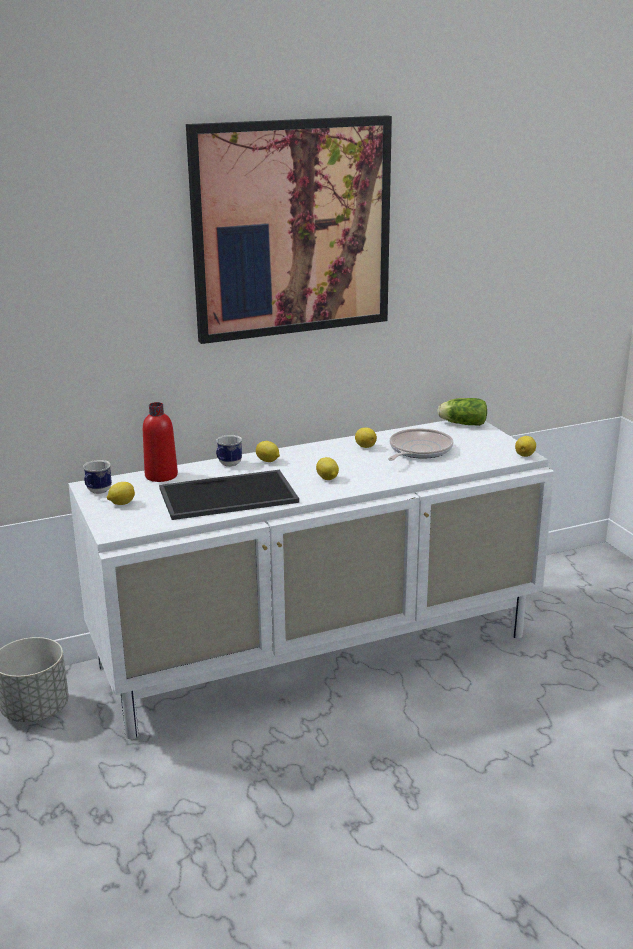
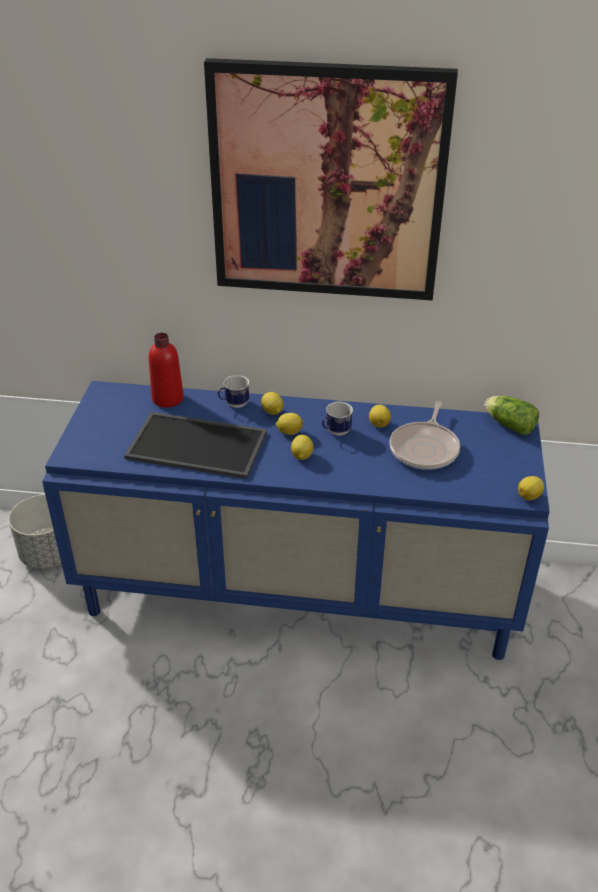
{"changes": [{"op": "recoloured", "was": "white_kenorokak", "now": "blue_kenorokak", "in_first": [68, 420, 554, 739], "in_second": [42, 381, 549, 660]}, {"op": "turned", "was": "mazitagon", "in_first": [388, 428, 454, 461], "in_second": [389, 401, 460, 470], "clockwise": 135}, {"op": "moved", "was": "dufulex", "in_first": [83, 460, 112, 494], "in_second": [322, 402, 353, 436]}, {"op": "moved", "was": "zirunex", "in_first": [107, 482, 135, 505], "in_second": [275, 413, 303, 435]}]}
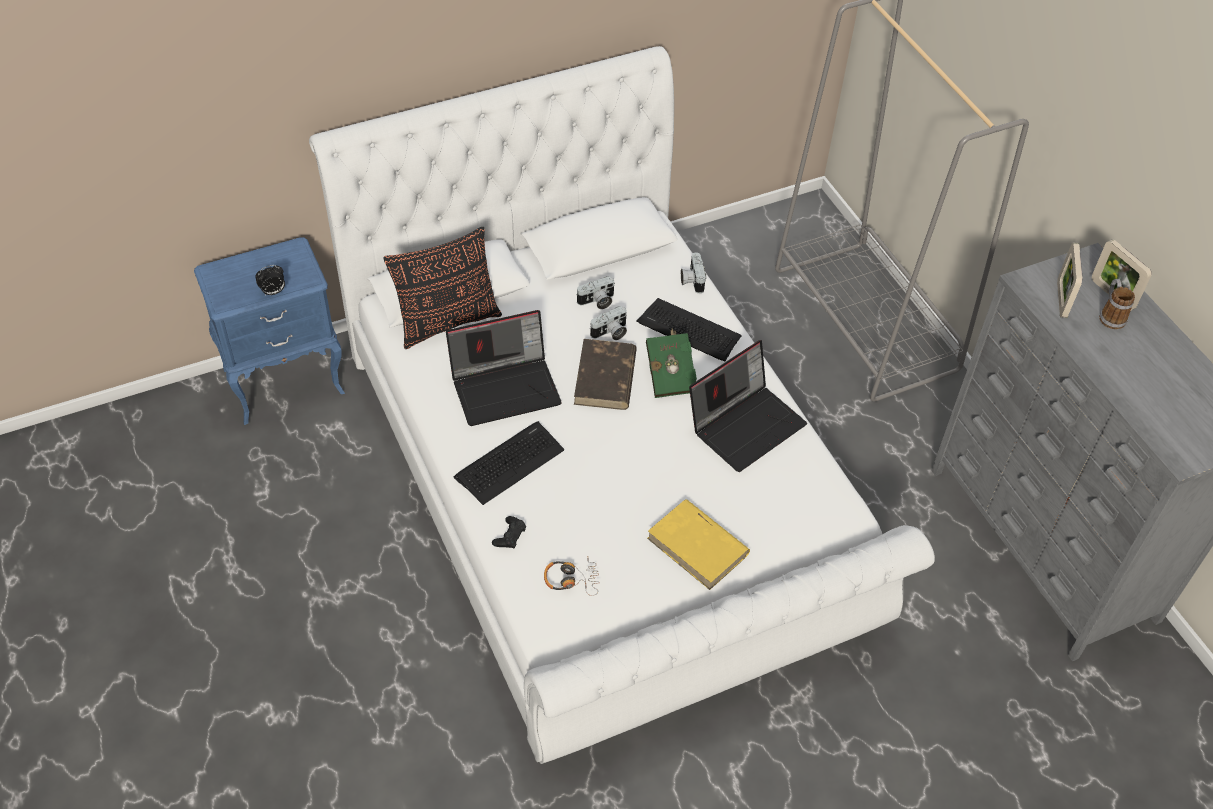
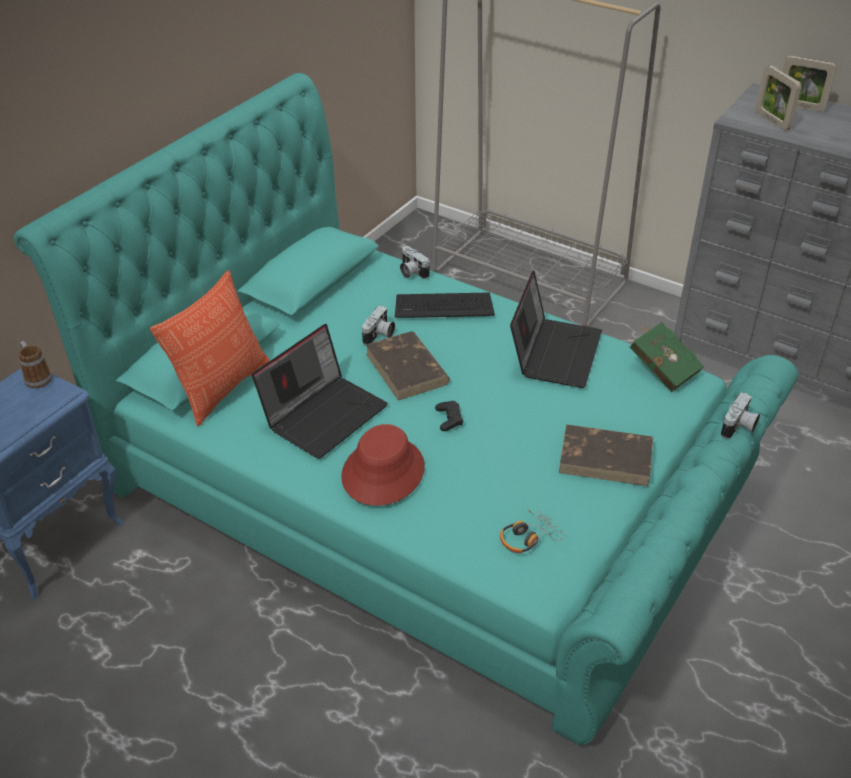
{"changes": [{"op": "recoloured", "was": "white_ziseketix", "now": "turquoise_ziseketix", "in_first": [309, 46, 935, 764], "in_second": [14, 73, 798, 745]}, {"op": "recoloured", "was": "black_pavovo", "now": "orange_pavovo", "in_first": [384, 227, 502, 349], "in_second": [150, 270, 270, 426]}, {"op": "removed", "was": "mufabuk", "in_first": [255, 265, 285, 296]}, {"op": "moved", "was": "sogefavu", "in_first": [576, 276, 614, 309], "in_second": [721, 393, 760, 439]}, {"op": "moved", "was": "dufulex", "in_first": [1099, 279, 1135, 329], "in_second": [19, 341, 52, 388]}, {"op": "moved", "was": "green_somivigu", "in_first": [646, 328, 697, 398], "in_second": [629, 322, 704, 392]}, {"op": "replaced", "was": "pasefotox", "now": "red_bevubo", "in_first": [453, 421, 564, 505], "in_second": [341, 424, 425, 506]}, {"op": "recoloured", "was": "yellow_somivigu", "now": "brown_somivigu", "in_first": [647, 499, 750, 590], "in_second": [559, 424, 653, 486]}, {"op": "moved", "was": "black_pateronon", "in_first": [492, 516, 526, 549], "in_second": [435, 401, 463, 431]}]}
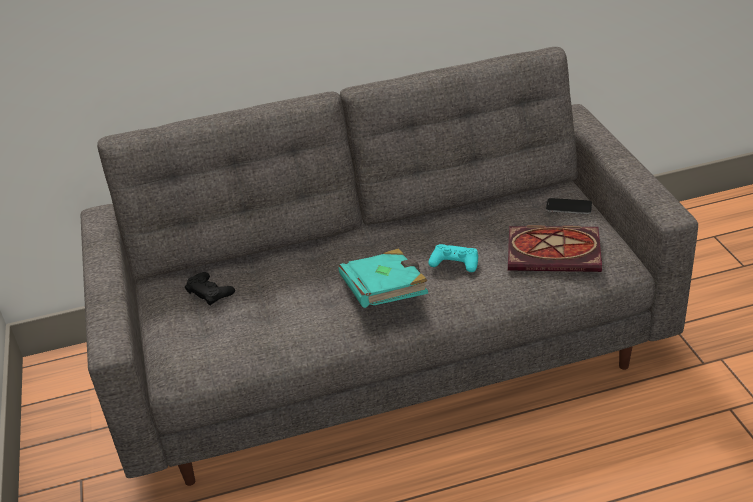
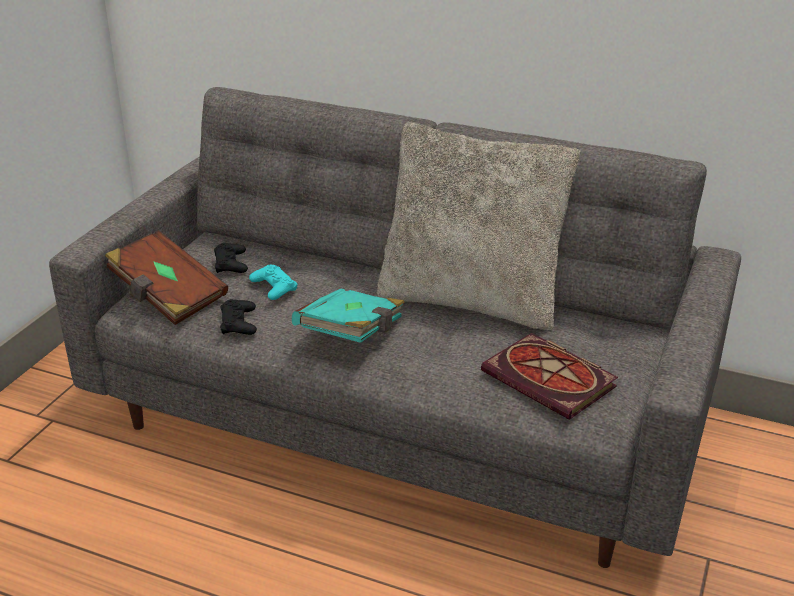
{"changes": [{"op": "removed", "was": "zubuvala", "in_first": [546, 198, 592, 214]}, {"op": "moved", "was": "turquoise_pateronon", "in_first": [428, 244, 478, 272], "in_second": [249, 265, 298, 300]}, {"op": "added", "now": "beige_pavovo", "in_second": [377, 122, 581, 330]}, {"op": "added", "now": "brown_somivigu", "in_second": [105, 230, 228, 325]}, {"op": "added", "now": "black_pateronon", "in_second": [220, 299, 257, 335]}]}
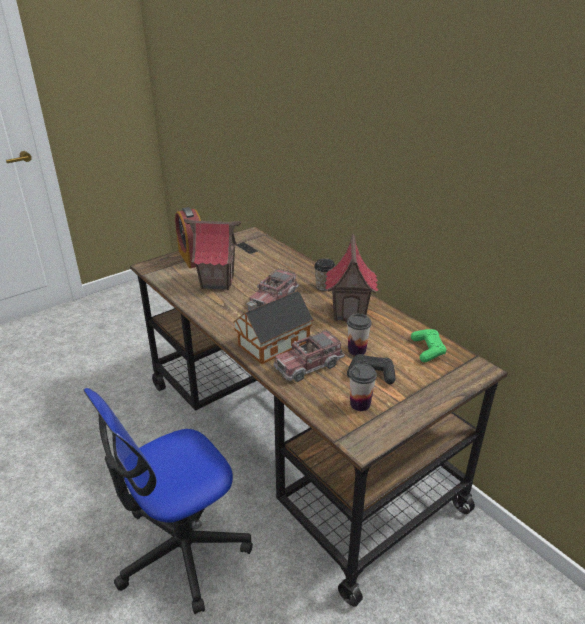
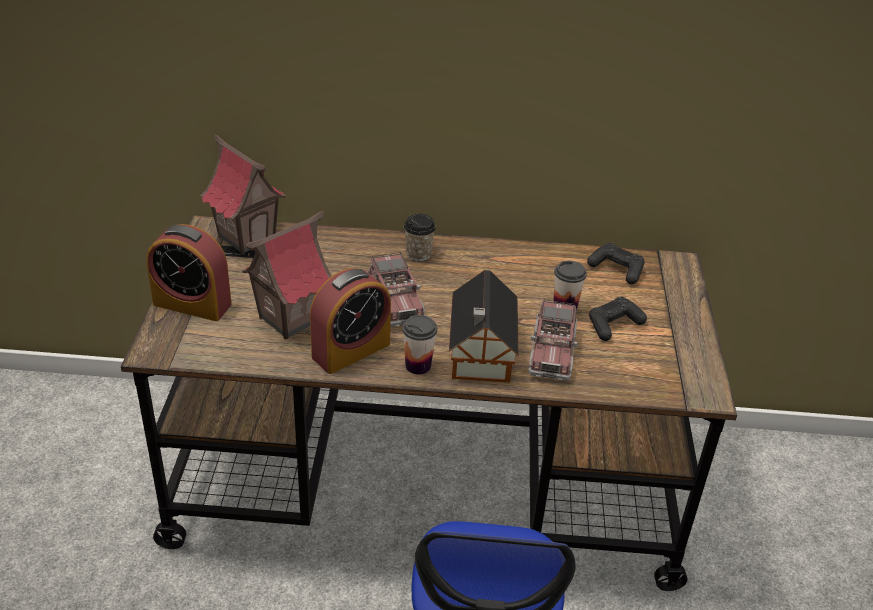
{"changes": [{"op": "moved", "was": "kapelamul", "in_first": [325, 234, 378, 321], "in_second": [200, 135, 286, 255]}, {"op": "recoloured", "was": "green_pateronon", "now": "black_pateronon", "in_first": [411, 329, 446, 362], "in_second": [587, 243, 644, 284]}, {"op": "moved", "was": "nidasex", "in_first": [349, 364, 377, 411], "in_second": [402, 315, 437, 375]}, {"op": "added", "now": "mufabuk", "in_second": [310, 268, 391, 374]}]}
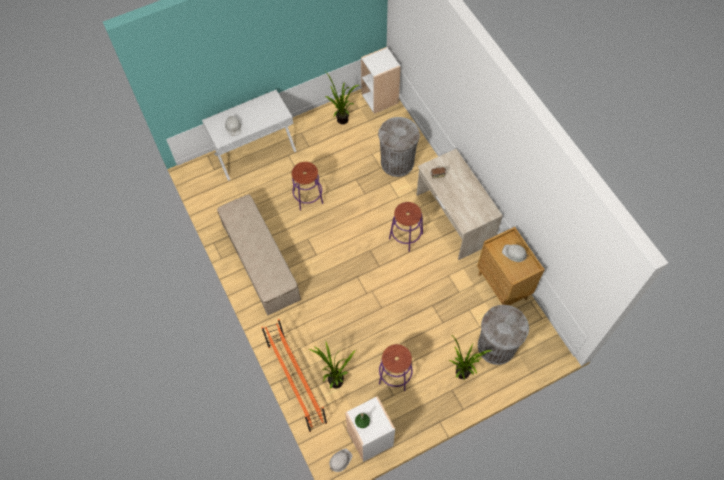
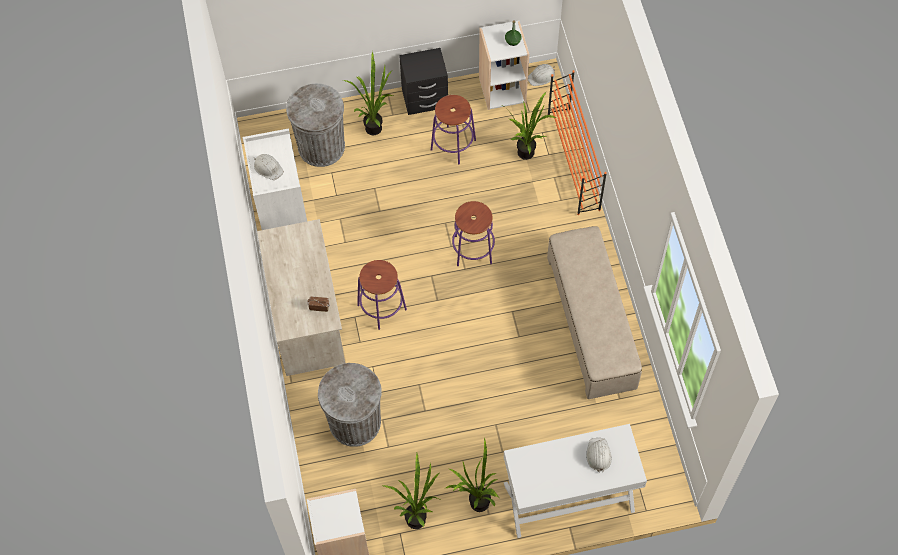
{"changes": [{"op": "moved", "was": "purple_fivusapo", "in_first": [292, 162, 323, 210], "in_second": [452, 201, 495, 266]}, {"op": "recoloured", "was": "brown_kenorokak", "now": "white_kenorokak", "in_first": [477, 227, 545, 305], "in_second": [243, 128, 307, 230]}, {"op": "added", "now": "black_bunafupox", "in_second": [399, 48, 448, 115]}, {"op": "added", "now": "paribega", "in_second": [446, 438, 500, 512]}]}
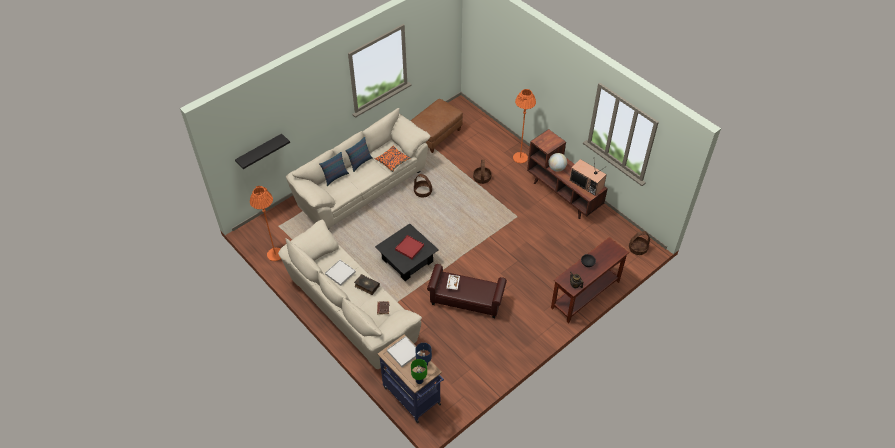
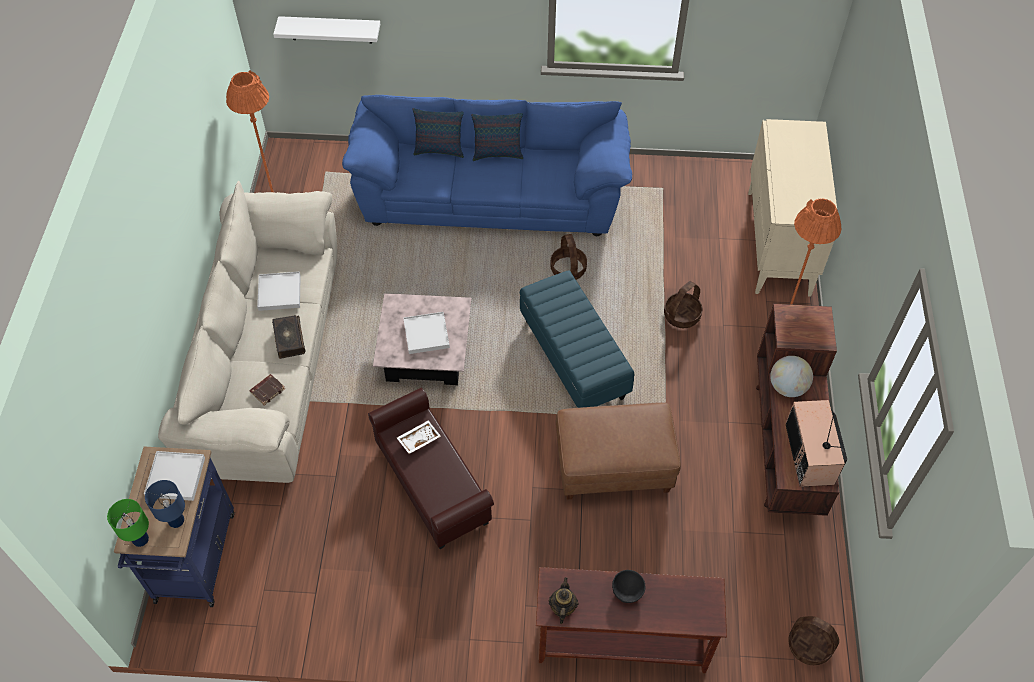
{"changes": [{"op": "moved", "was": "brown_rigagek", "in_first": [411, 99, 463, 153], "in_second": [556, 402, 681, 500]}, {"op": "recoloured", "was": "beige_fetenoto", "now": "blue_fetenoto", "in_first": [286, 108, 431, 230], "in_second": [342, 95, 632, 236]}, {"op": "recoloured", "was": "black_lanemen", "now": "white_lanemen", "in_first": [235, 134, 290, 169], "in_second": [273, 16, 380, 44]}, {"op": "removed", "was": "orange_pavovo", "in_first": [375, 145, 411, 172]}, {"op": "recoloured", "was": "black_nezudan", "now": "pink_nezudan", "in_first": [375, 224, 439, 281], "in_second": [373, 293, 472, 385]}, {"op": "recoloured", "was": "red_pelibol", "now": "white_pelibol", "in_first": [395, 235, 424, 259], "in_second": [403, 312, 450, 354]}, {"op": "added", "now": "beige_kenorokak", "in_second": [748, 119, 837, 297]}, {"op": "added", "now": "blue_rigagek", "in_second": [520, 270, 634, 408]}]}
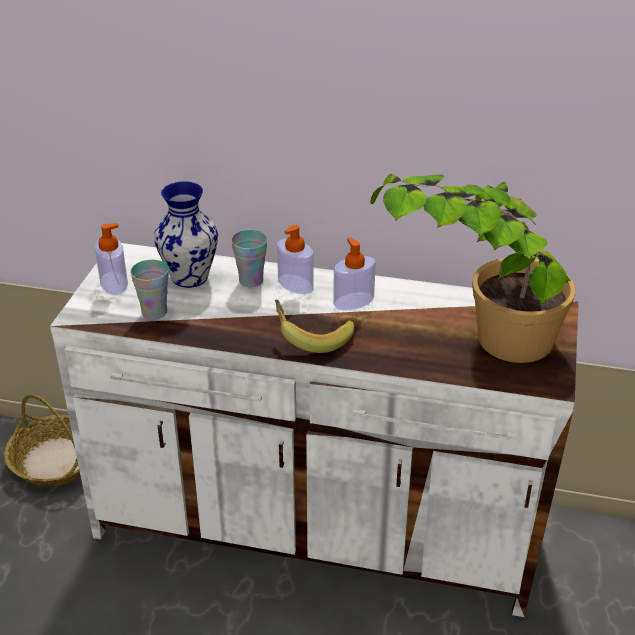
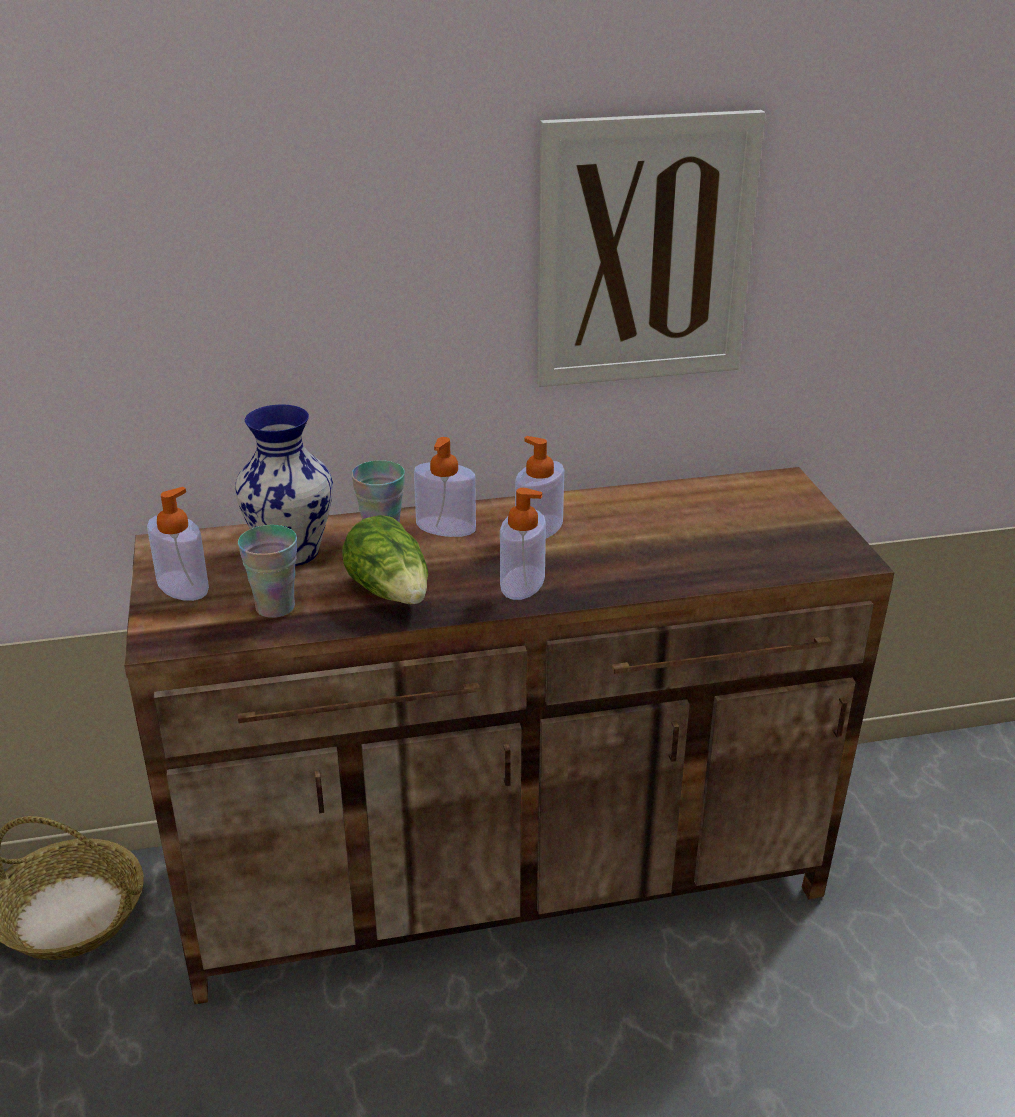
{"changes": [{"op": "removed", "was": "paribega", "in_first": [370, 174, 576, 363]}, {"op": "recoloured", "was": "white_kenorokak", "now": "brown_kenorokak", "in_first": [50, 243, 578, 617], "in_second": [124, 467, 894, 1005]}, {"op": "replaced", "was": "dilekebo", "now": "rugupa", "in_first": [275, 300, 354, 353], "in_second": [500, 488, 546, 600]}, {"op": "added", "now": "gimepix", "in_second": [537, 110, 765, 387]}, {"op": "added", "now": "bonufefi", "in_second": [342, 515, 428, 604]}]}
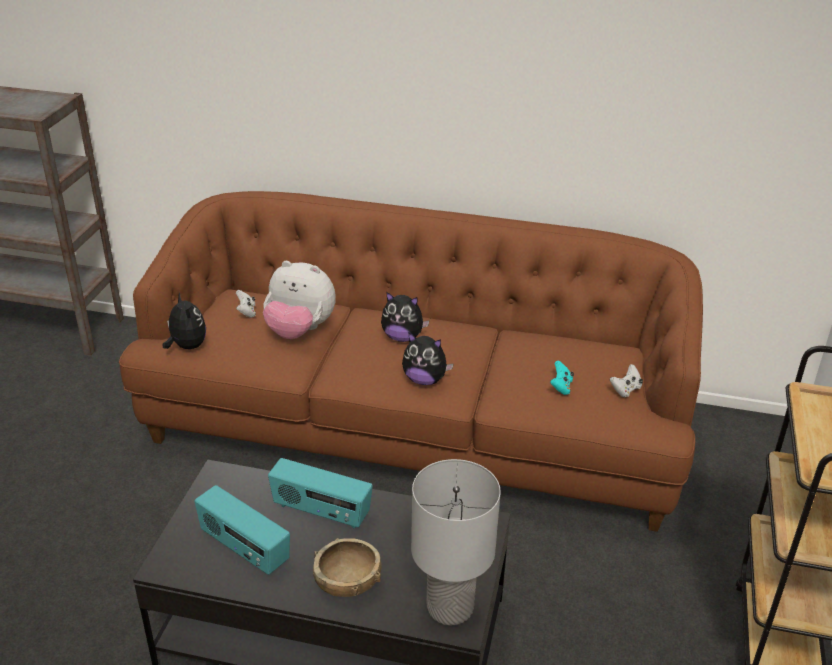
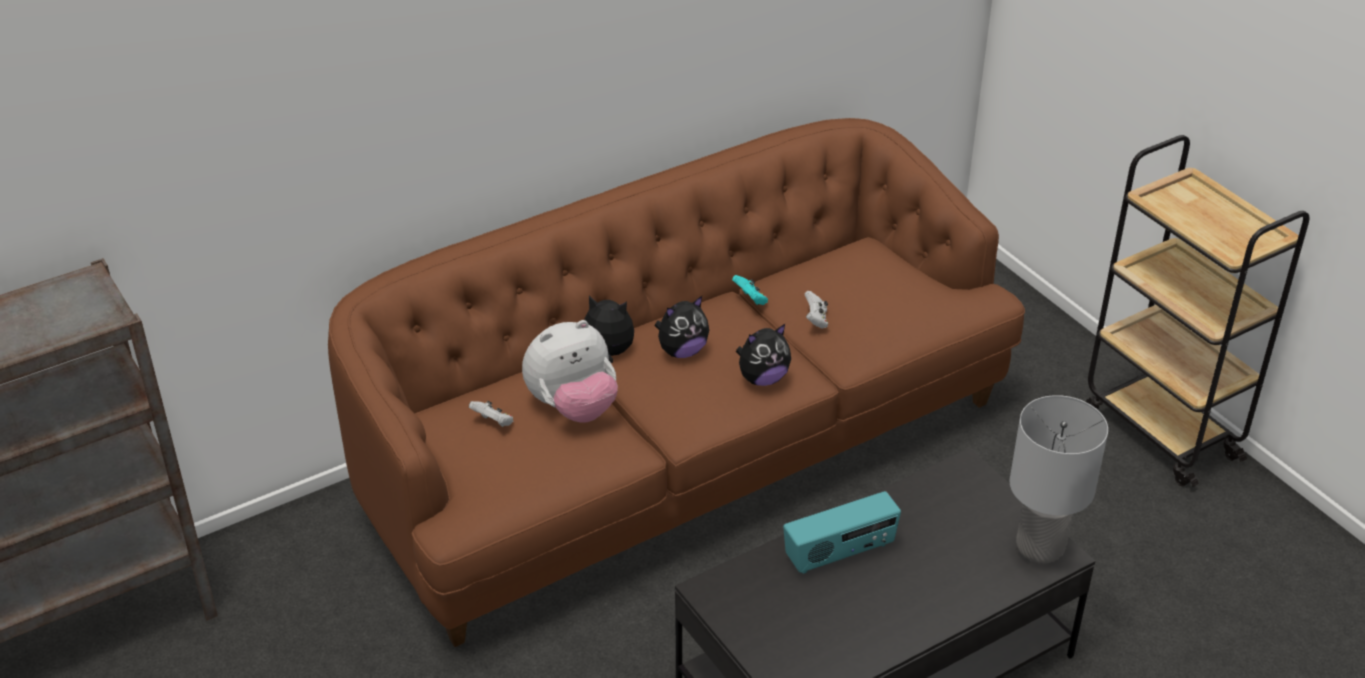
{"changes": [{"op": "moved", "was": "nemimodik", "in_first": [162, 292, 206, 349], "in_second": [584, 295, 634, 363]}, {"op": "moved", "was": "turquoise_pateronon", "in_first": [550, 360, 574, 395], "in_second": [732, 275, 768, 305]}, {"op": "moved", "was": "white_pateronon", "in_first": [610, 364, 643, 397], "in_second": [804, 291, 828, 329]}, {"op": "removed", "was": "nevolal", "in_first": [195, 485, 290, 575]}, {"op": "removed", "was": "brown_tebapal", "in_first": [313, 538, 382, 597]}]}
